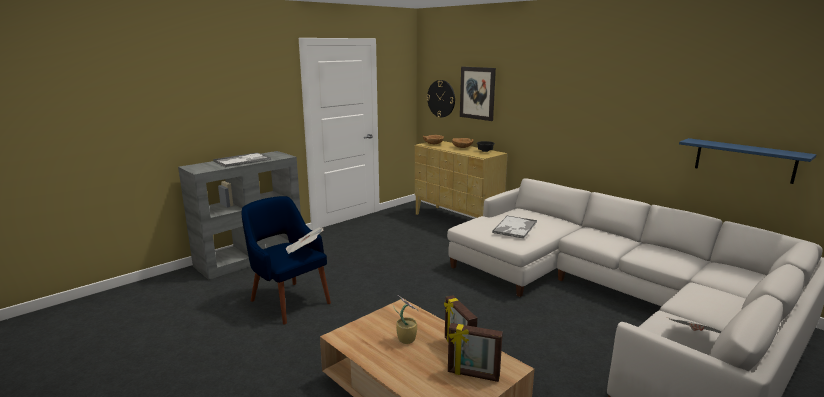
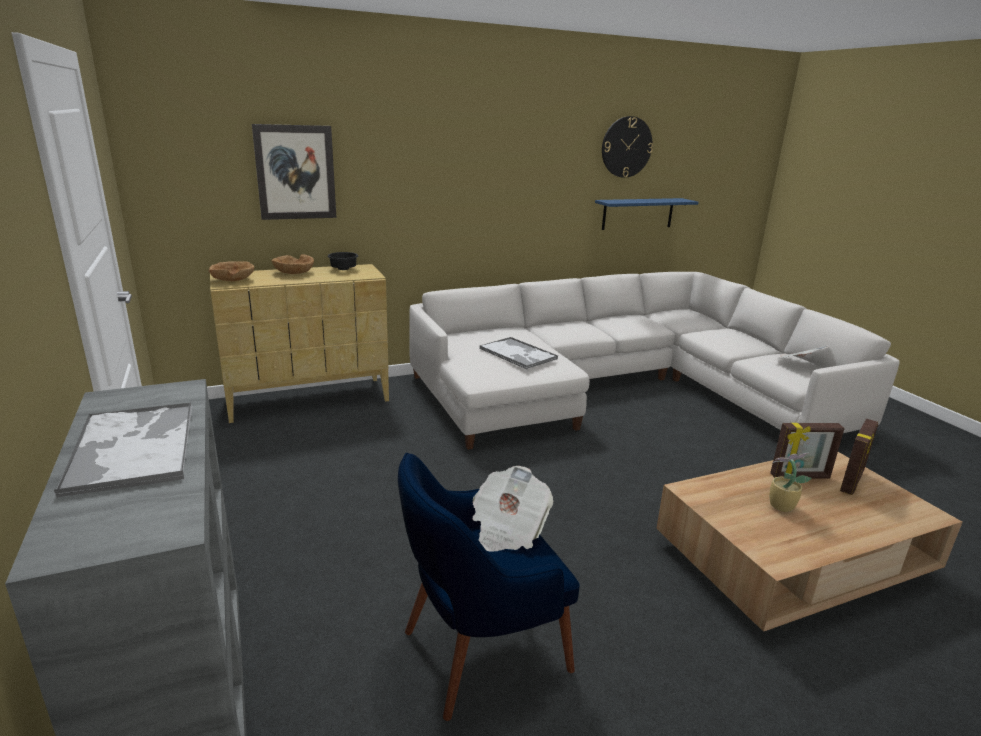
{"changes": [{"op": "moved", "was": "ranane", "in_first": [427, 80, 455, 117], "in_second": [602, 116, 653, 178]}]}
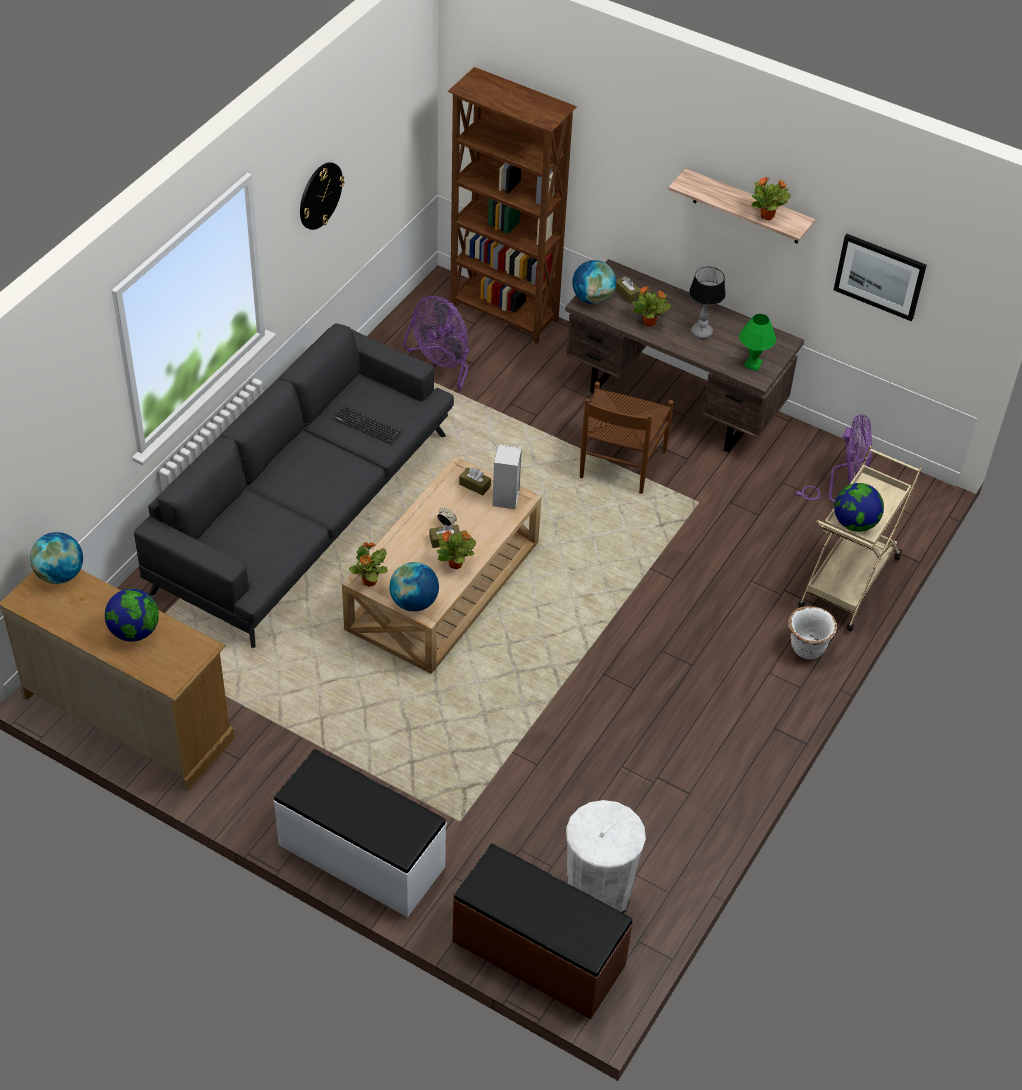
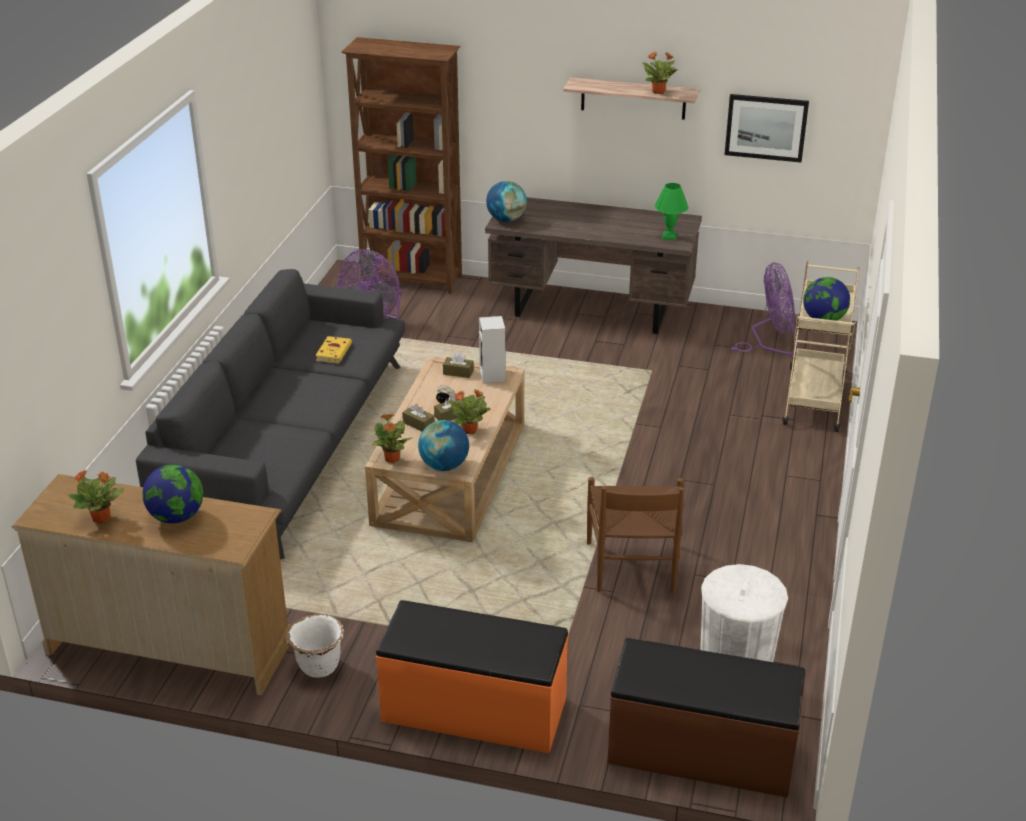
{"changes": [{"op": "removed", "was": "ranane", "in_first": [300, 162, 344, 230]}, {"op": "removed", "was": "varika", "in_first": [689, 267, 726, 339]}, {"op": "moved", "was": "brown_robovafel", "in_first": [615, 276, 640, 304], "in_second": [402, 404, 435, 432]}, {"op": "moved", "was": "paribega", "in_first": [632, 286, 672, 327], "in_second": [68, 470, 124, 523]}, {"op": "moved", "was": "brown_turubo", "in_first": [580, 381, 674, 494], "in_second": [587, 477, 684, 593]}, {"op": "replaced", "was": "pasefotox", "now": "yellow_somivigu", "in_first": [332, 406, 402, 444], "in_second": [315, 336, 352, 364]}, {"op": "removed", "was": "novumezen", "in_first": [30, 532, 83, 584]}, {"op": "moved", "was": "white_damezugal", "in_first": [788, 606, 837, 659], "in_second": [286, 614, 344, 678]}, {"op": "recoloured", "was": "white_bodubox", "now": "orange_bodubox", "in_first": [274, 749, 447, 917], "in_second": [376, 600, 569, 753]}]}
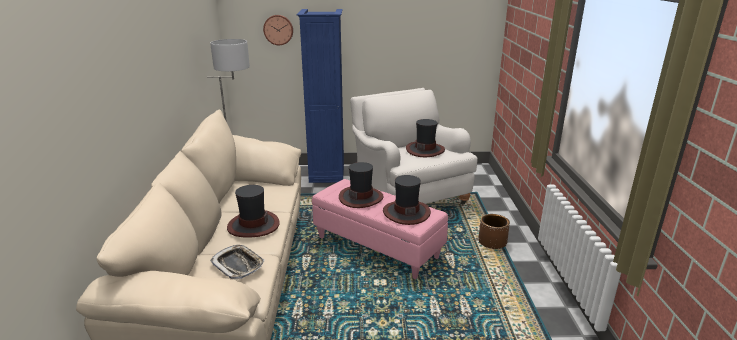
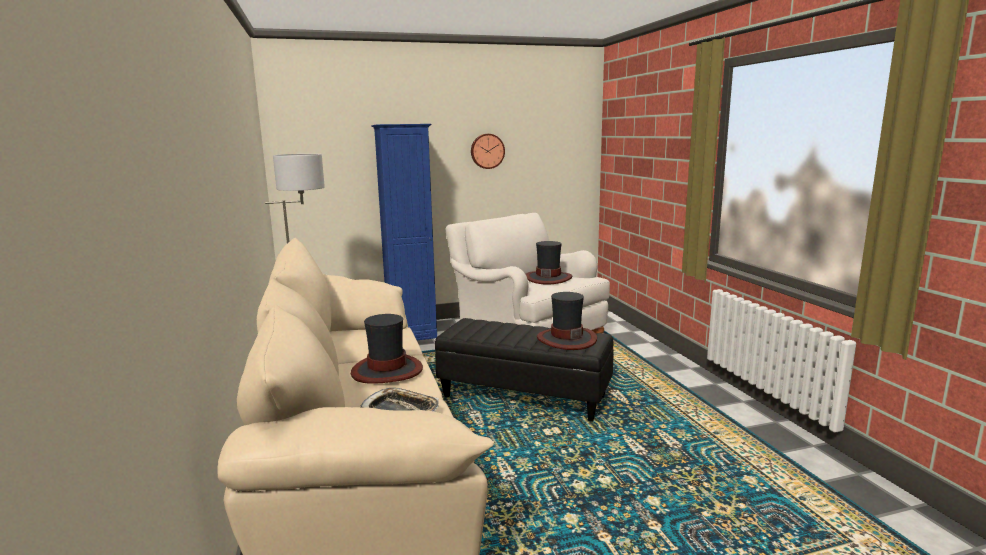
{"changes": [{"op": "moved", "was": "ranane", "in_first": [263, 15, 293, 45], "in_second": [471, 134, 505, 169]}, {"op": "removed", "was": "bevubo", "in_first": [339, 162, 384, 208]}, {"op": "recoloured", "was": "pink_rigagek", "now": "black_rigagek", "in_first": [312, 179, 448, 279], "in_second": [435, 318, 614, 422]}, {"op": "removed", "was": "brown_damezugal", "in_first": [478, 214, 510, 249]}]}
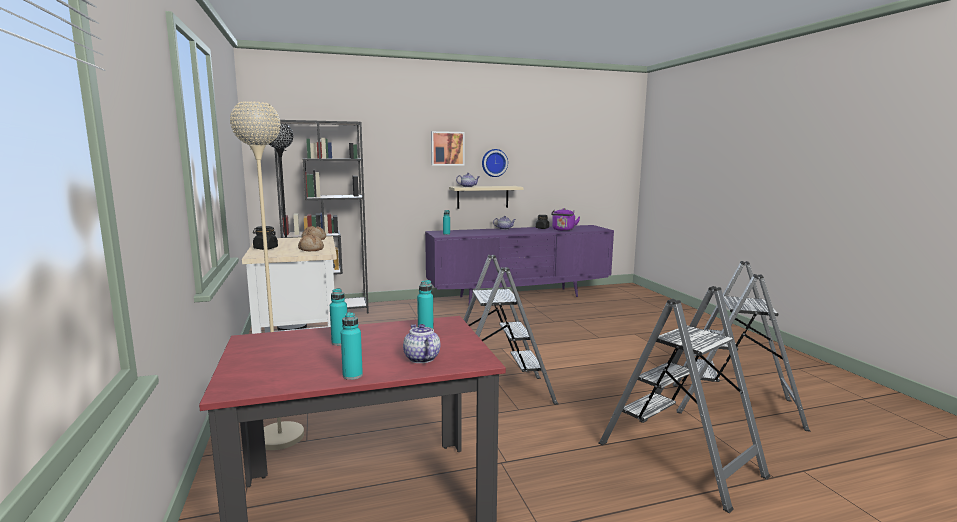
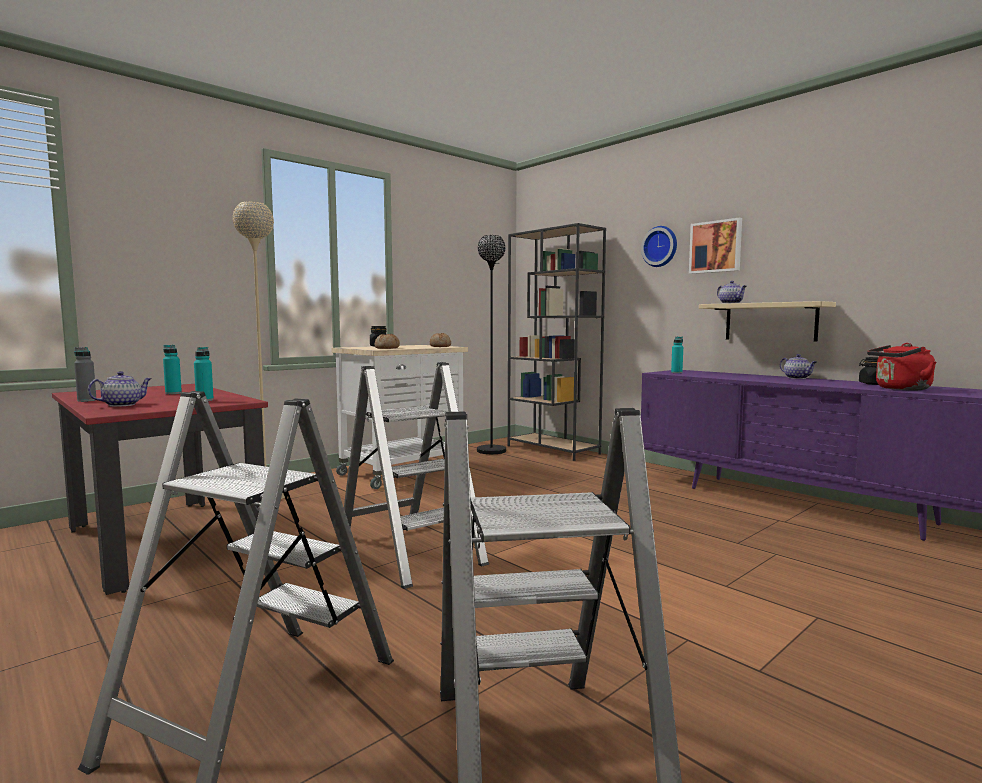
{"changes": [{"op": "moved", "was": "ranane", "in_first": [482, 149, 508, 177], "in_second": [641, 226, 677, 267]}, {"op": "recoloured", "was": "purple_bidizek", "now": "red_bidizek", "in_first": [551, 208, 580, 231], "in_second": [867, 343, 936, 390]}, {"op": "recoloured", "was": "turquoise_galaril", "now": "grey_galaril", "in_first": [341, 312, 363, 380], "in_second": [74, 347, 96, 402]}]}
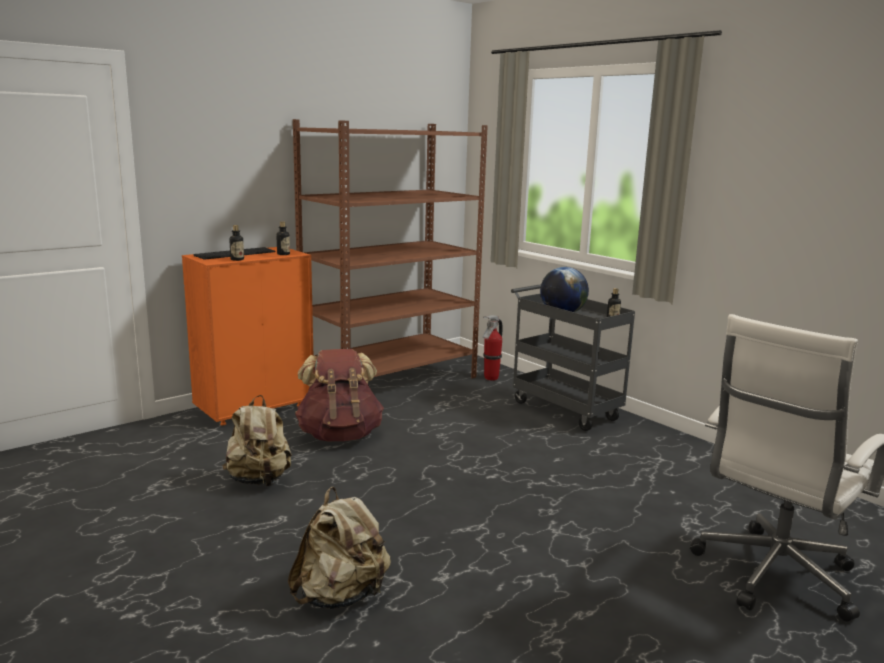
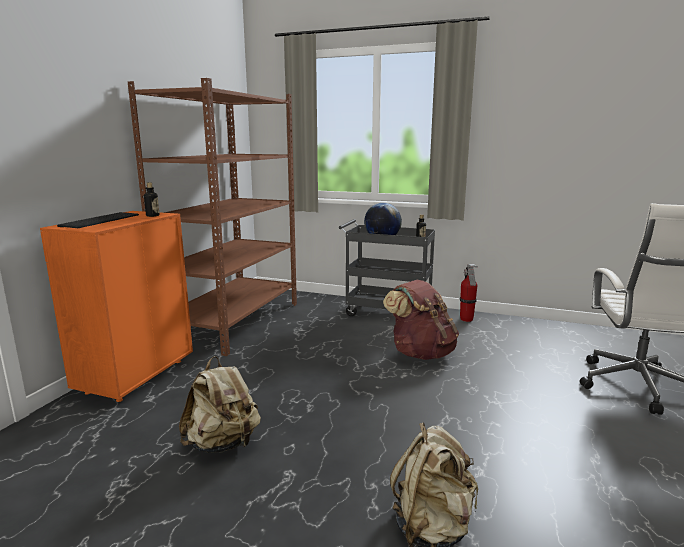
{"changes": [{"op": "removed", "was": "galaril", "in_first": [229, 225, 244, 261]}, {"op": "moved", "was": "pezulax", "in_first": [483, 315, 503, 381], "in_second": [460, 264, 478, 322]}, {"op": "moved", "was": "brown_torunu", "in_first": [295, 349, 384, 441], "in_second": [383, 280, 459, 360]}]}
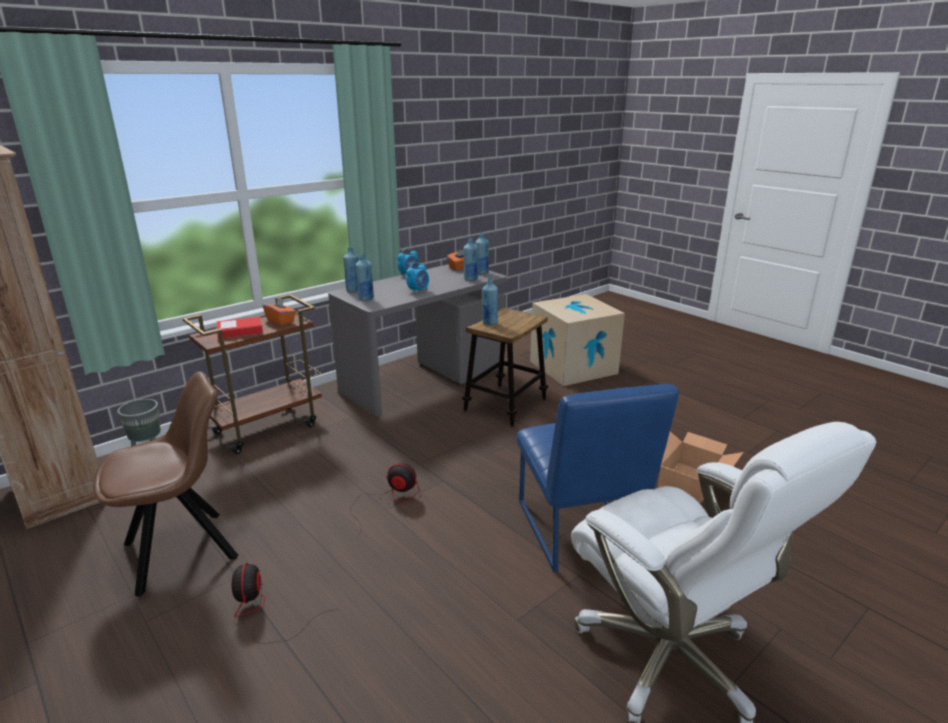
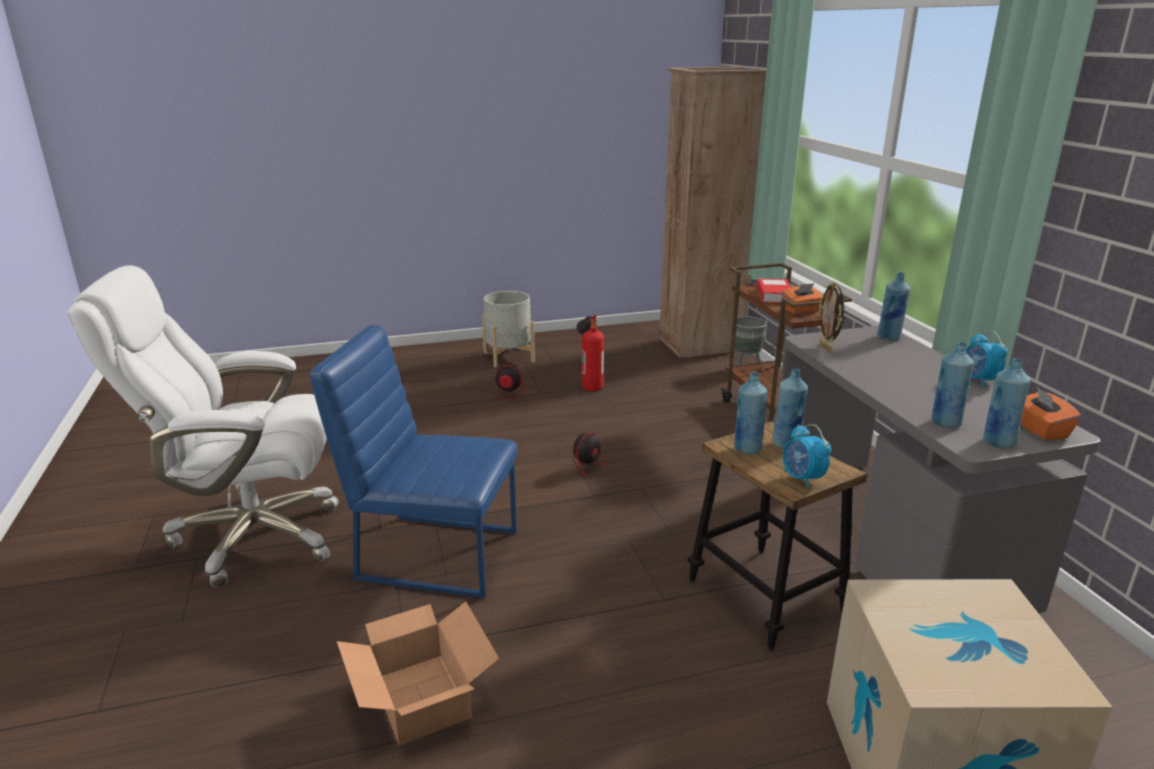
{"changes": [{"op": "moved", "was": "blue_galaril", "in_first": [356, 254, 374, 301], "in_second": [734, 372, 767, 454]}, {"op": "moved", "was": "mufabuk", "in_first": [406, 262, 429, 294], "in_second": [783, 424, 831, 489]}, {"op": "replaced", "was": "brown_turubo", "now": "pezulax", "in_first": [93, 371, 239, 597], "in_second": [577, 316, 604, 391]}, {"op": "added", "now": "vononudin", "in_second": [819, 281, 844, 352]}, {"op": "added", "now": "grey_damezugal", "in_second": [482, 291, 535, 367]}]}
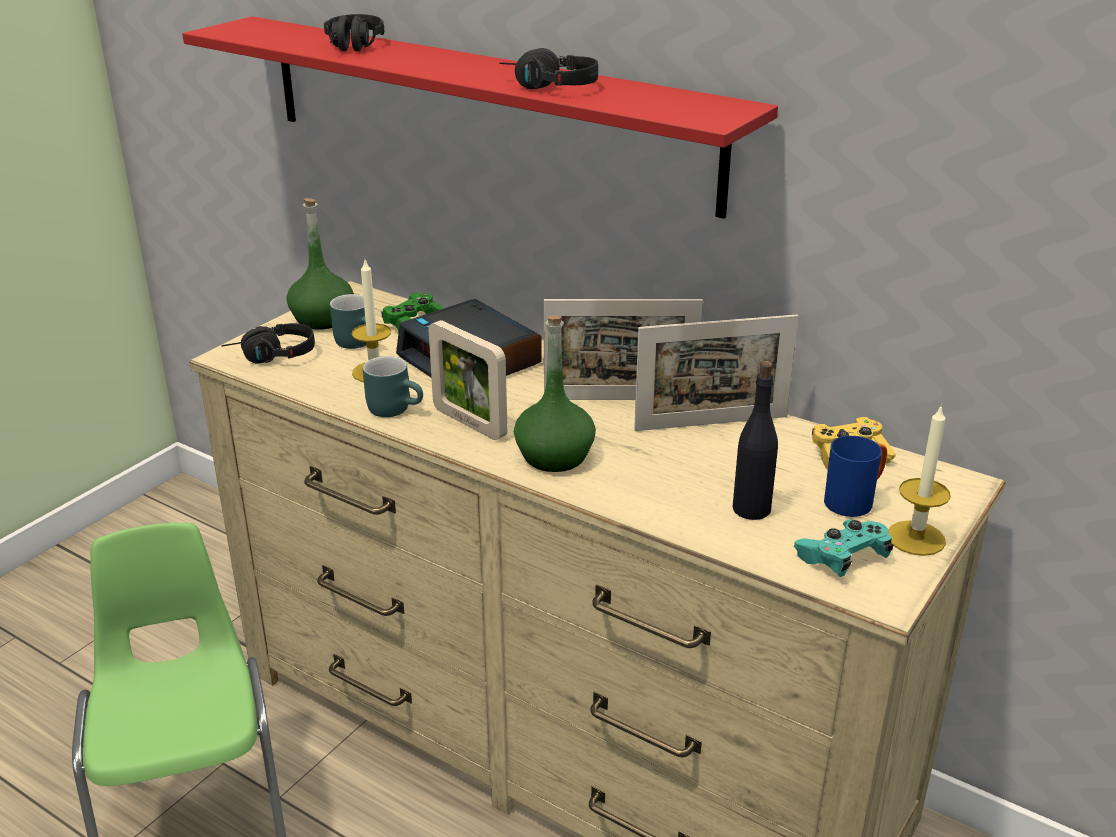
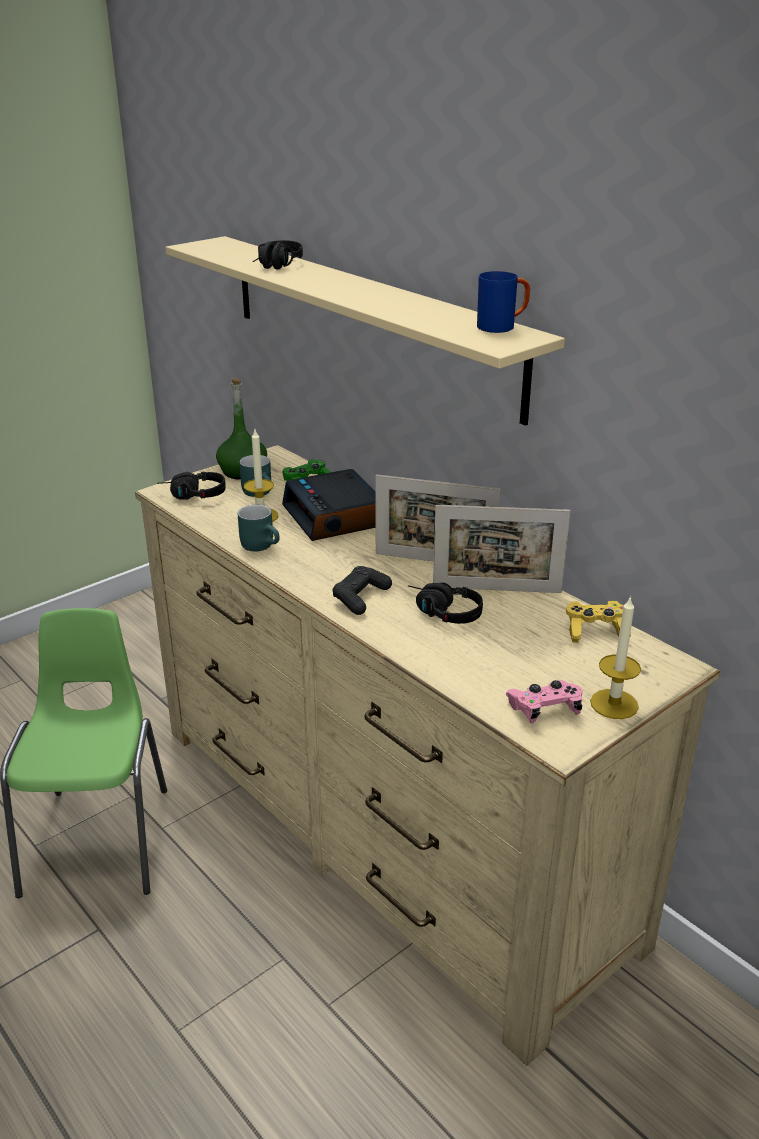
{"changes": [{"op": "recoloured", "was": "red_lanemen", "now": "beige_lanemen", "in_first": [182, 16, 778, 219], "in_second": [166, 236, 565, 426]}, {"op": "moved", "was": "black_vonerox", "in_first": [499, 48, 598, 89], "in_second": [408, 582, 483, 624]}, {"op": "replaced", "was": "green_galaril", "now": "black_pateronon", "in_first": [514, 316, 596, 472], "in_second": [333, 566, 392, 615]}, {"op": "removed", "was": "vononudin", "in_first": [429, 320, 507, 440]}, {"op": "removed", "was": "black_galaril", "in_first": [733, 361, 778, 520]}, {"op": "moved", "was": "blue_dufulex", "in_first": [824, 436, 887, 517], "in_second": [477, 271, 530, 333]}, {"op": "recoloured", "was": "turquoise_pateronon", "now": "pink_pateronon", "in_first": [794, 519, 893, 577], "in_second": [506, 680, 583, 723]}]}
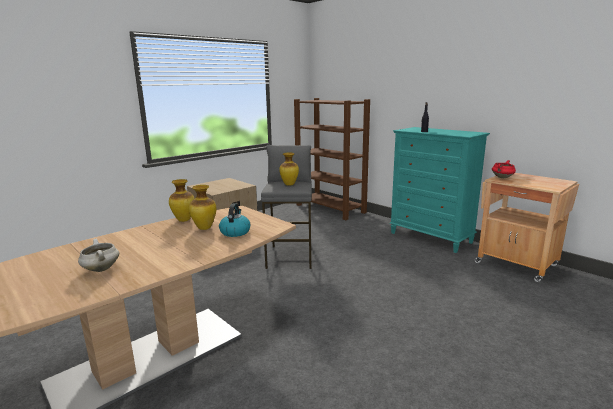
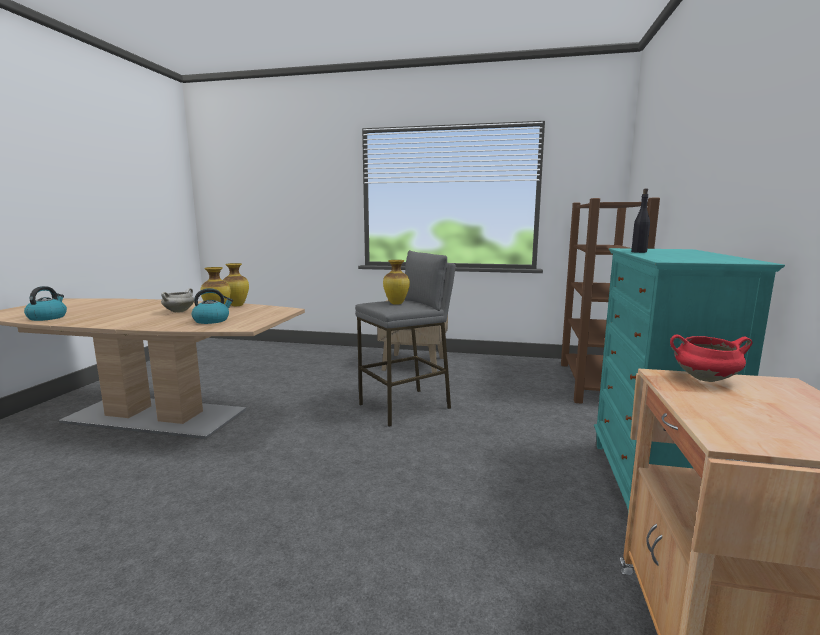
{"changes": [{"op": "moved", "was": "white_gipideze", "in_first": [78, 238, 119, 272], "in_second": [161, 288, 194, 312]}, {"op": "added", "now": "bidizek", "in_second": [24, 286, 67, 321]}]}
